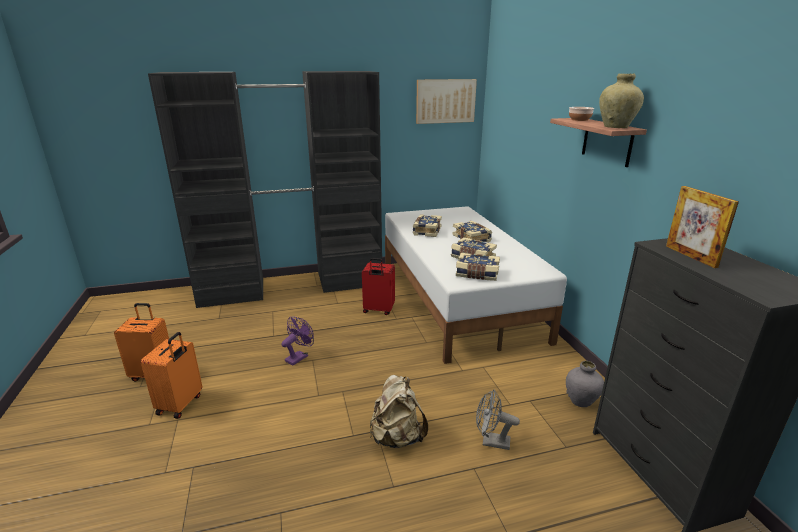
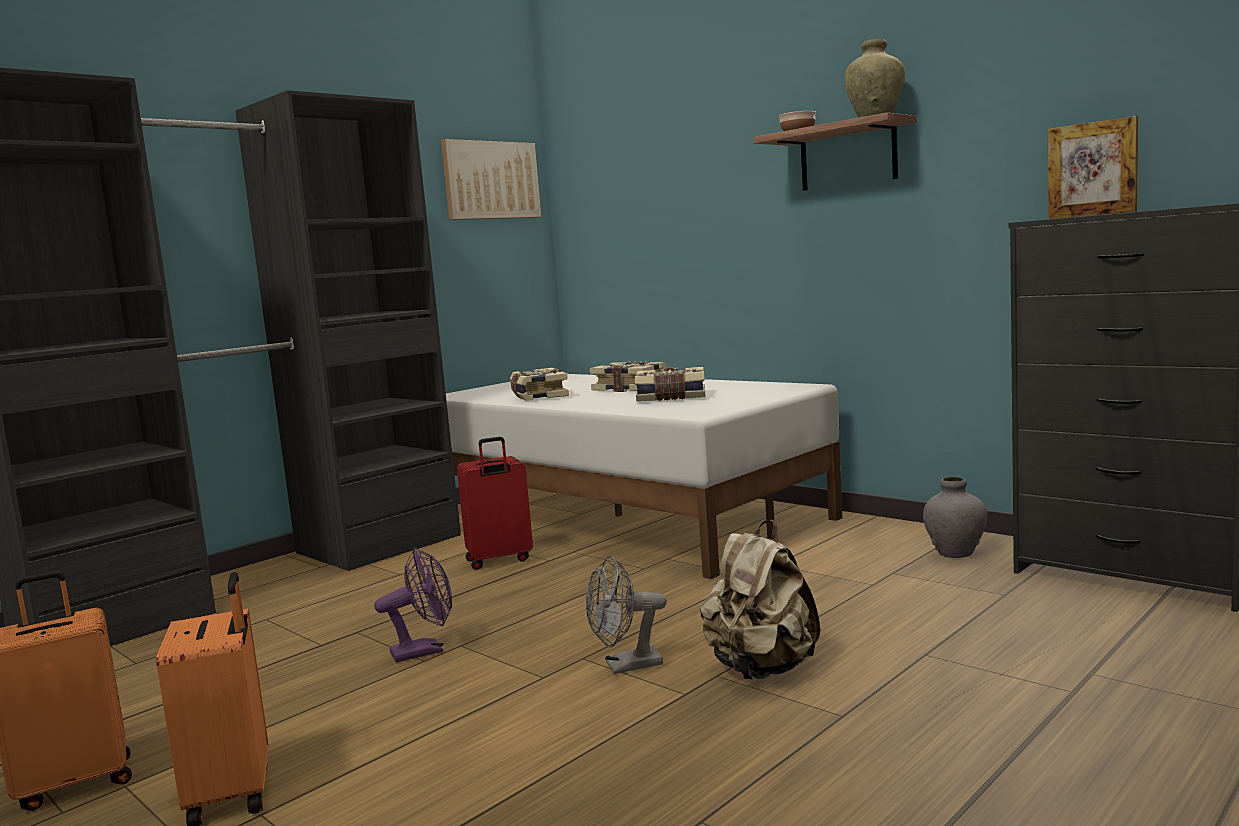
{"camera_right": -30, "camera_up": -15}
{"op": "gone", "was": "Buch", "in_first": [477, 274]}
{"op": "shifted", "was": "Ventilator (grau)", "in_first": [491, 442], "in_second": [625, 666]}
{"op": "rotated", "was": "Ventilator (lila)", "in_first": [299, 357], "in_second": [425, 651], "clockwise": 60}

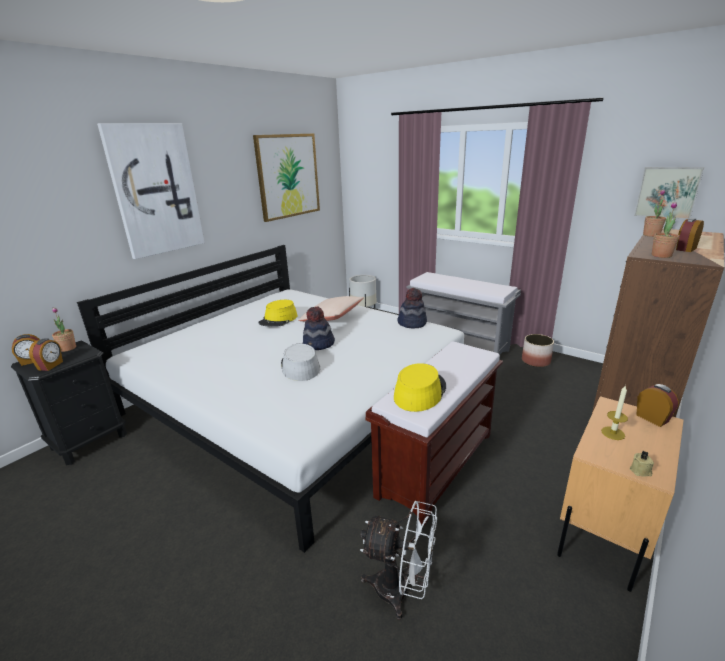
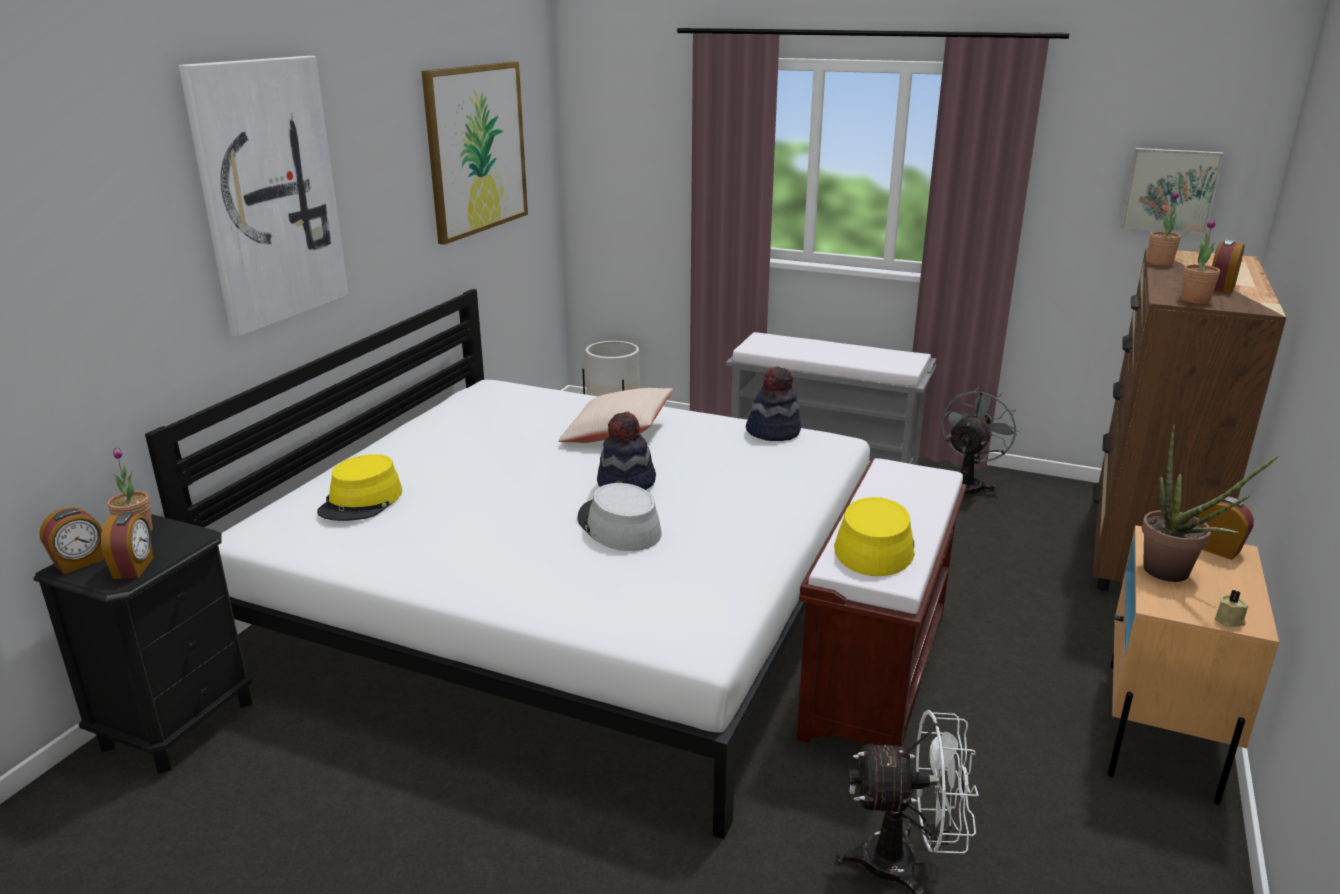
{"camera_right": -15, "camera_up": 0}
{"op": "shifted", "was": "Hut (gelb)", "in_first": [278, 319], "in_second": [361, 502]}
{"op": "swapped", "was": "Pflanzkübel", "now": "Ventilator (grau)", "in_first": [535, 361], "in_second": [968, 485]}
{"op": "swapped", "was": "Kerze", "now": "Topfpflanze", "in_first": [613, 433], "in_second": [1174, 575]}

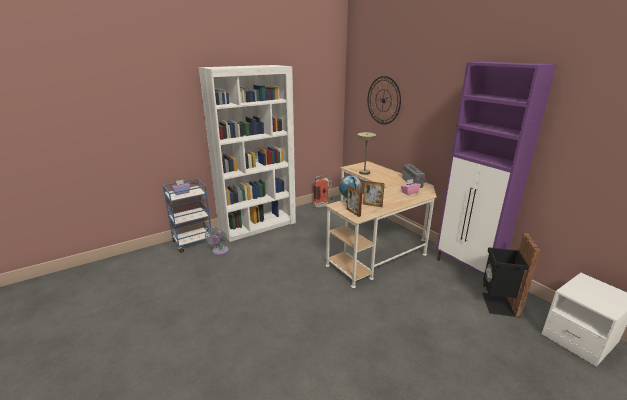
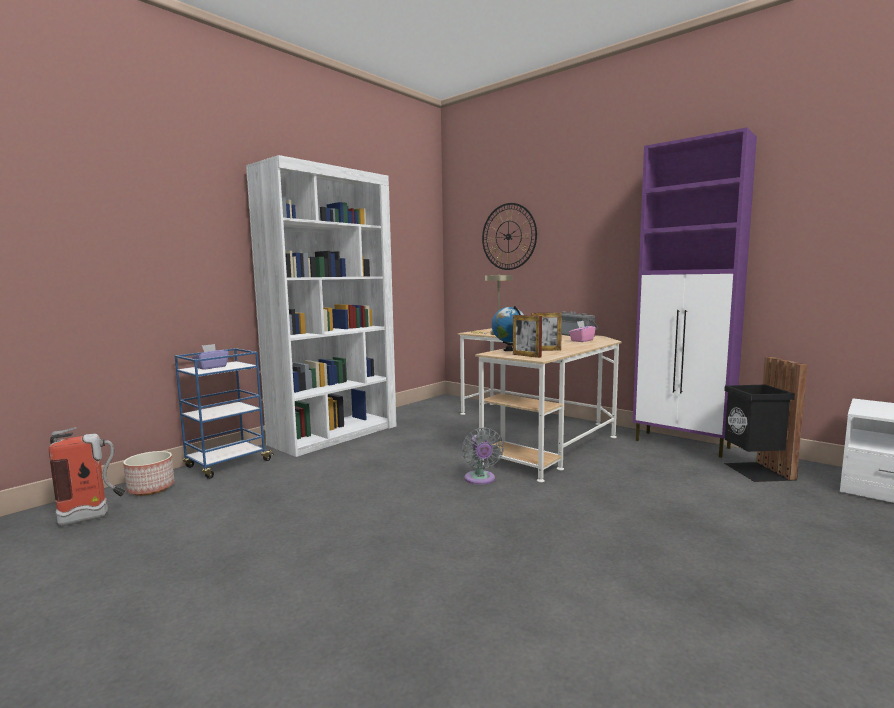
{"camera_right": -15, "camera_up": -15}
{"op": "new", "now": "Pflanzkübel", "in_second": [151, 488]}
{"op": "shifted", "was": "Ventilator (grau)", "in_first": [219, 251], "in_second": [480, 480]}
{"op": "shifted", "was": "Feuerlöscher", "in_first": [323, 206], "in_second": [94, 516]}

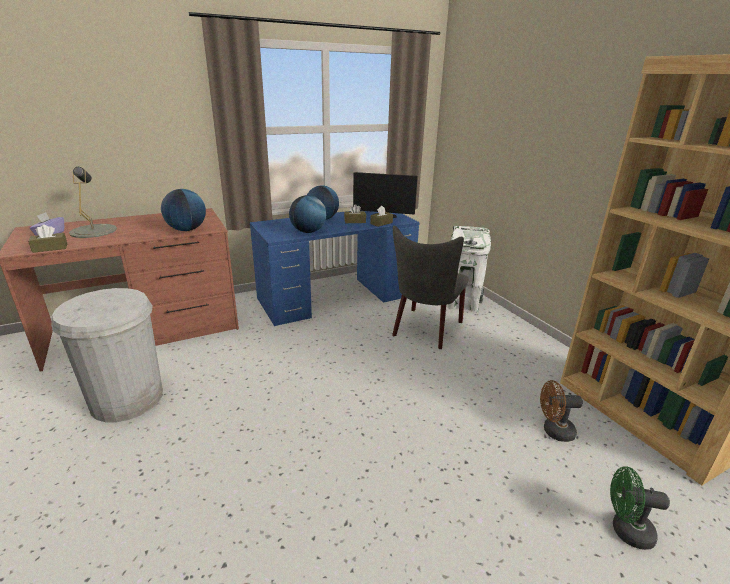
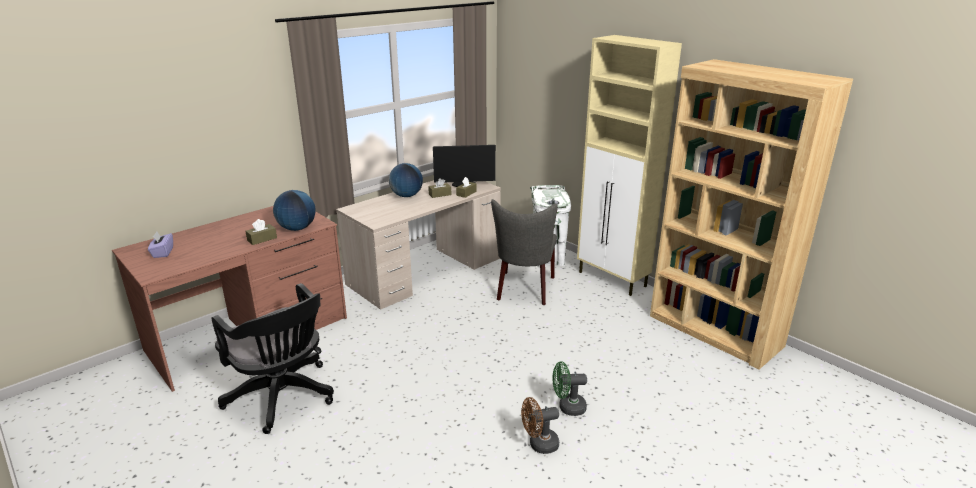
{"camera_right": -15, "camera_up": 0}
{"op": "gone", "was": "Tischlampe (grau)", "in_first": [93, 231]}
{"op": "gone", "was": "Globus", "in_first": [308, 232]}
{"op": "new", "now": "Schrank (beige)", "in_second": [612, 279]}
{"op": "shifted", "was": "Taschentuchbox (braun)", "in_first": [50, 248], "in_second": [262, 239]}
{"op": "shifted", "was": "Ventilator (braun)", "in_first": [553, 431], "in_second": [539, 445]}
{"op": "shifted", "was": "Ventilator (grün)", "in_first": [625, 530], "in_second": [567, 407]}
{"op": "swapped", "was": "Mülleimer (weiß)", "now": "Bürostuhl (schwarz)", "in_first": [127, 399], "in_second": [283, 398]}
{"op": "repainted", "was": "Schreibtisch (blau)", "now": "Schreibtisch (beige)", "in_first": [337, 297], "in_second": [426, 271]}

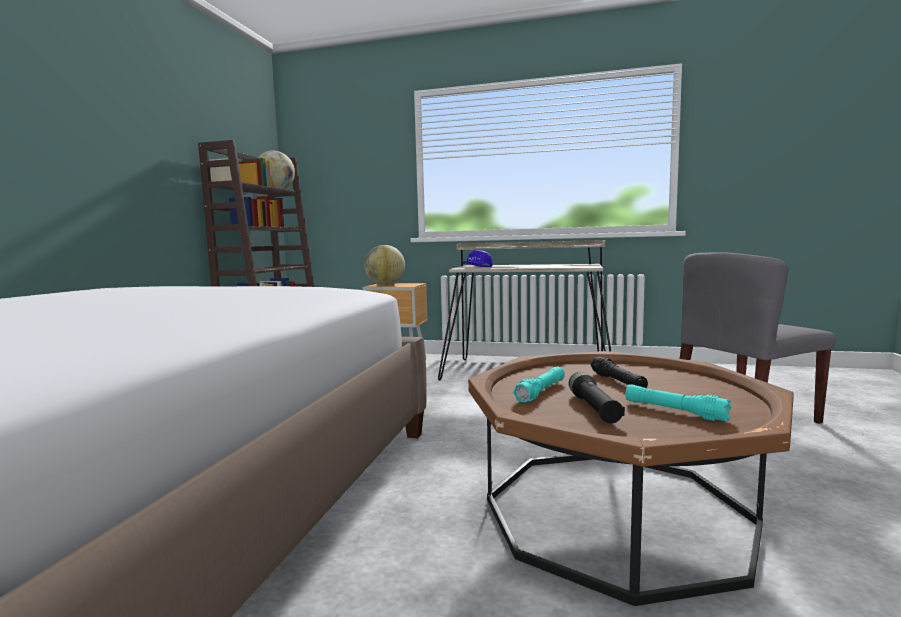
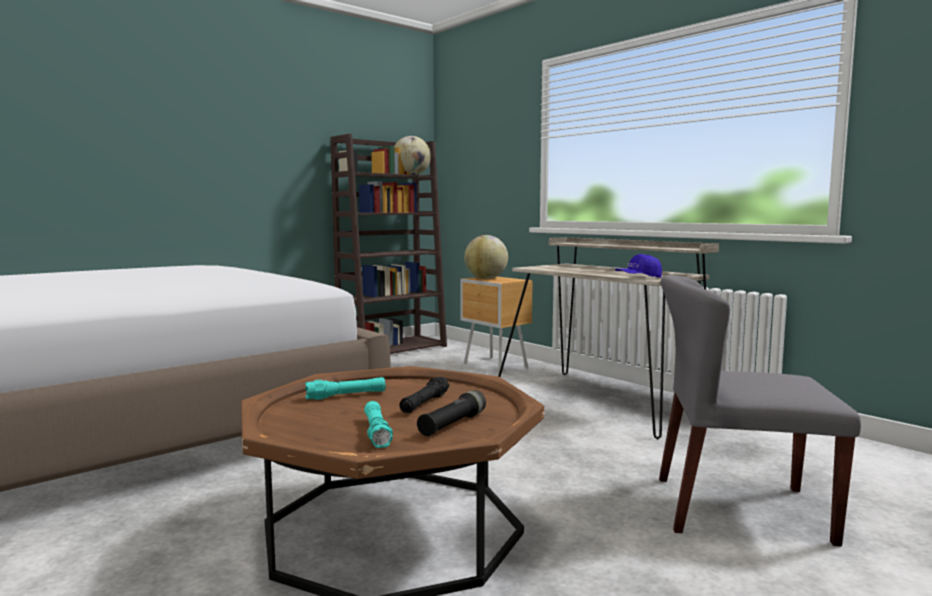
{"camera_right": 35, "camera_up": 0}
{"op": "shifted", "was": "Kappe (blau)", "in_first": [477, 268], "in_second": [638, 278]}
{"op": "shifted", "was": "Taschenlampe (schwarz)", "in_first": [593, 408], "in_second": [452, 425]}

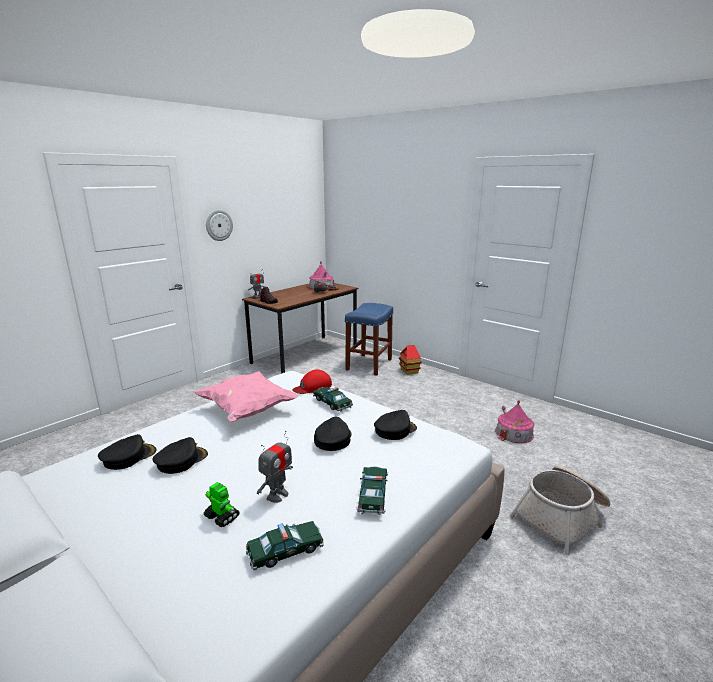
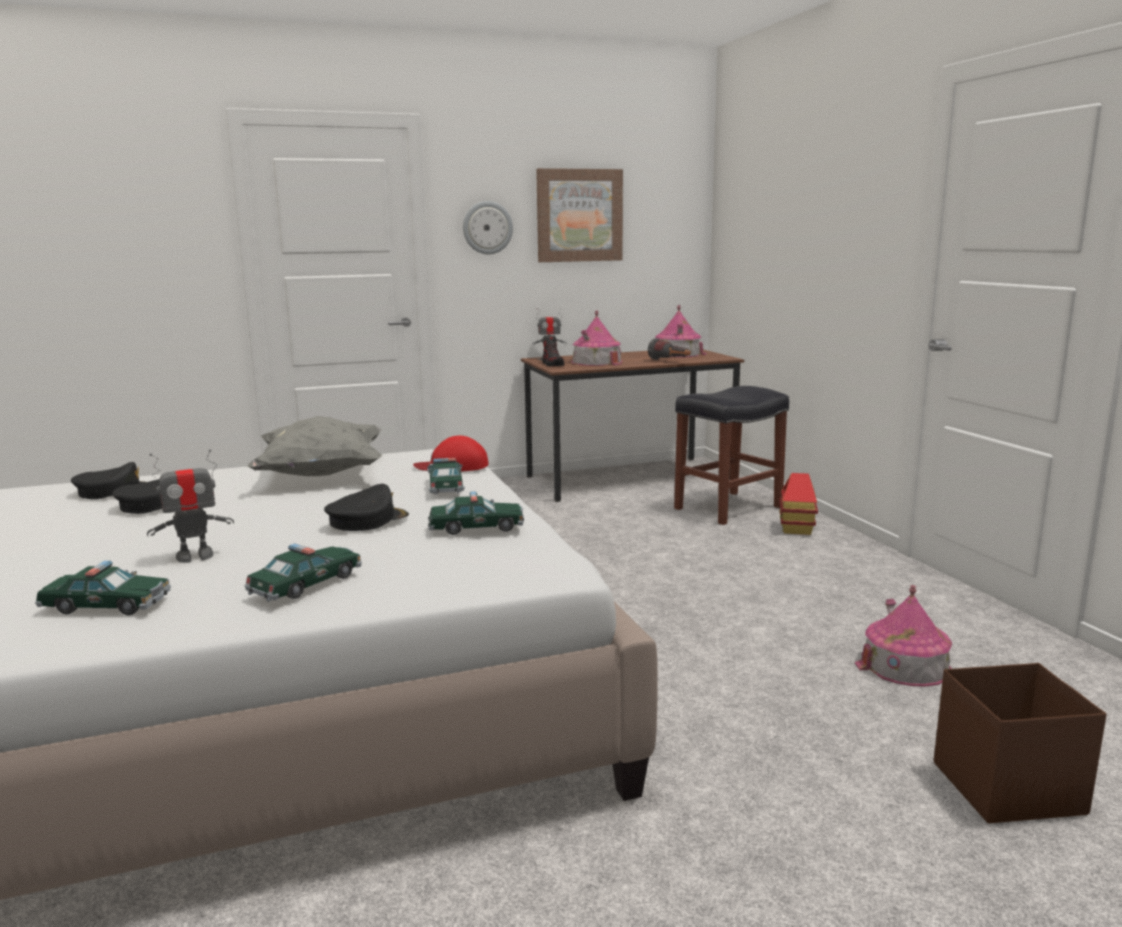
{"camera_right": 30, "camera_up": -5}
{"op": "gone", "was": "Spielzeugroboter", "in_first": [221, 517]}
{"op": "gone", "was": "Korb", "in_first": [561, 517]}
{"op": "new", "now": "Bild", "in_second": [579, 215]}
{"op": "new", "now": "Spielzeughaus", "in_second": [596, 362]}
{"op": "new", "now": "Aufbewahrungsbox (braun)", "in_second": [1005, 788]}
{"op": "swapped", "was": "Kappe (schwarz)", "now": "Spielzeugauto", "in_first": [394, 430], "in_second": [476, 527]}
{"op": "repainted", "was": "Kissen (rosa)", "now": "Kissen (grau)", "in_first": [248, 410], "in_second": [321, 475]}
{"op": "repainted", "was": "Hocker (blau)", "now": "Hocker (schwarz)", "in_first": [369, 365], "in_second": [727, 508]}

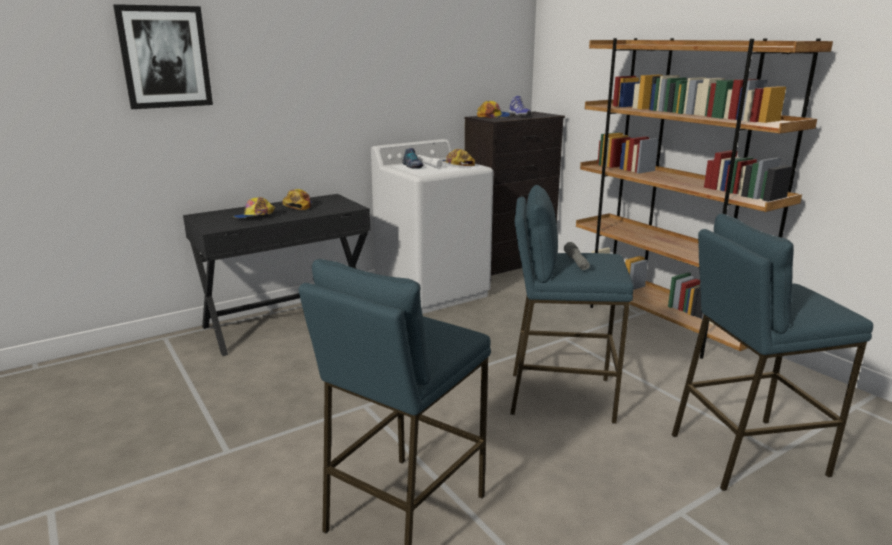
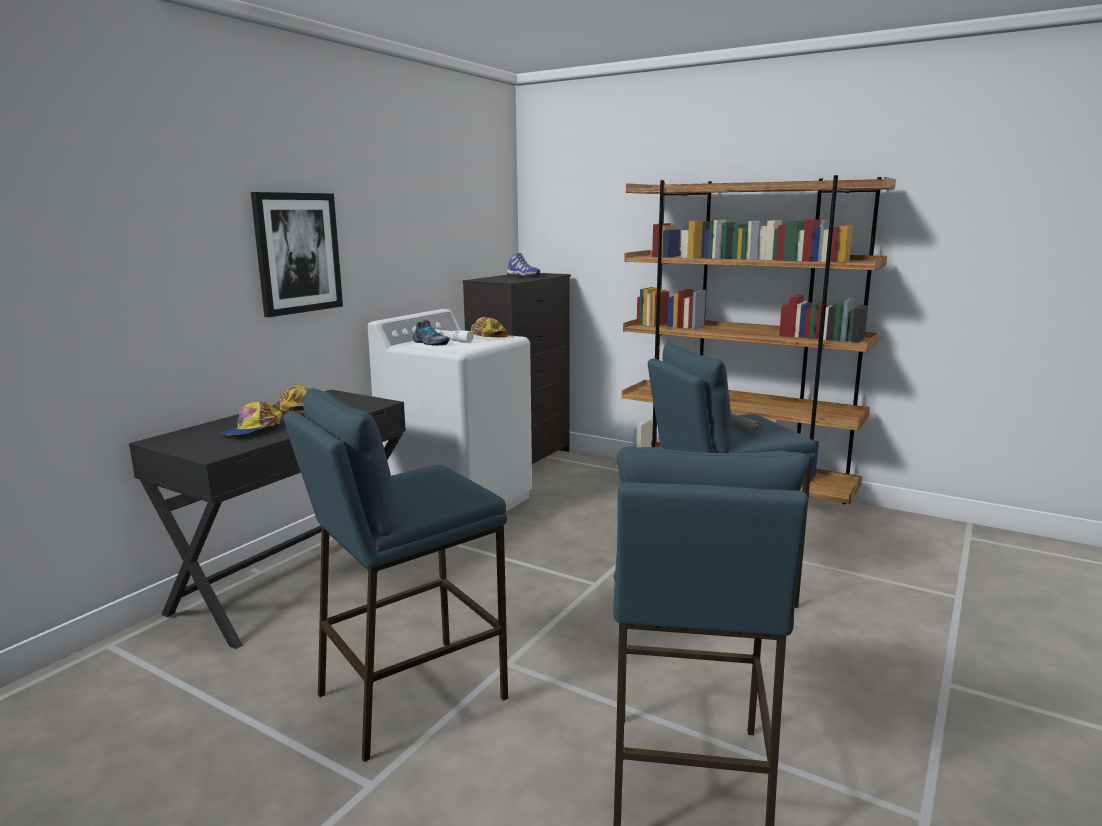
{"camera_right": -25, "camera_up": -5}
{"op": "gone", "was": "Kappe", "in_first": [493, 116]}
{"op": "shifted", "was": "Bild", "in_first": [165, 57], "in_second": [297, 253]}
{"op": "shifted", "was": "Hocker (blau)", "in_first": [745, 453], "in_second": [410, 695]}

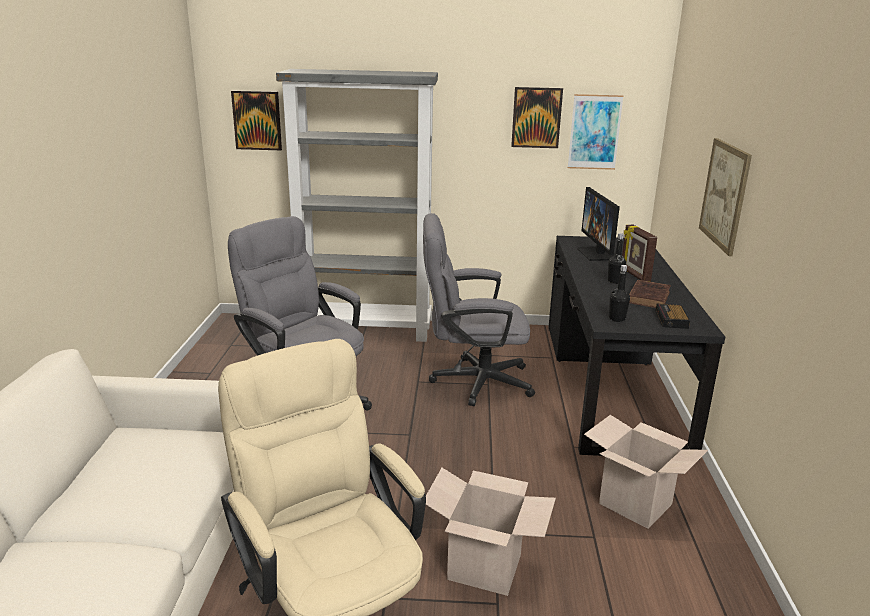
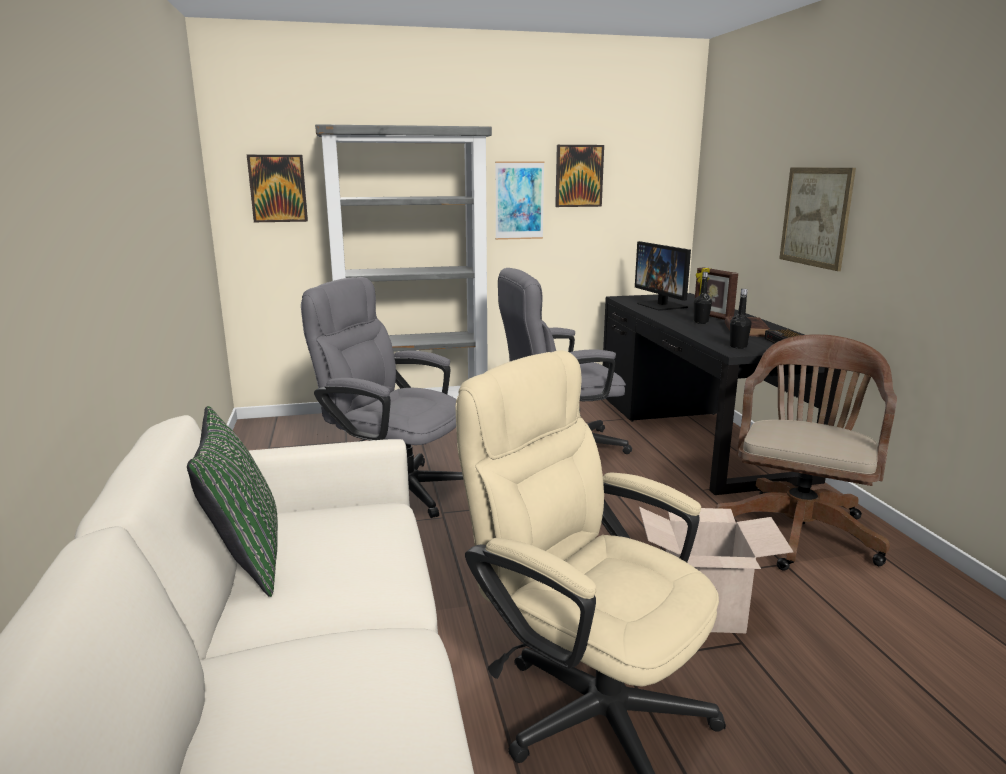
{"camera_right": -15, "camera_up": -5}
{"op": "new", "now": "Kissen (grün)", "in_second": [246, 558]}
{"op": "shifted", "was": "Bild", "in_first": [594, 132], "in_second": [519, 200]}
{"op": "swapped", "was": "Karton", "now": "Bürostuhl (braun)", "in_first": [635, 504], "in_second": [798, 529]}

